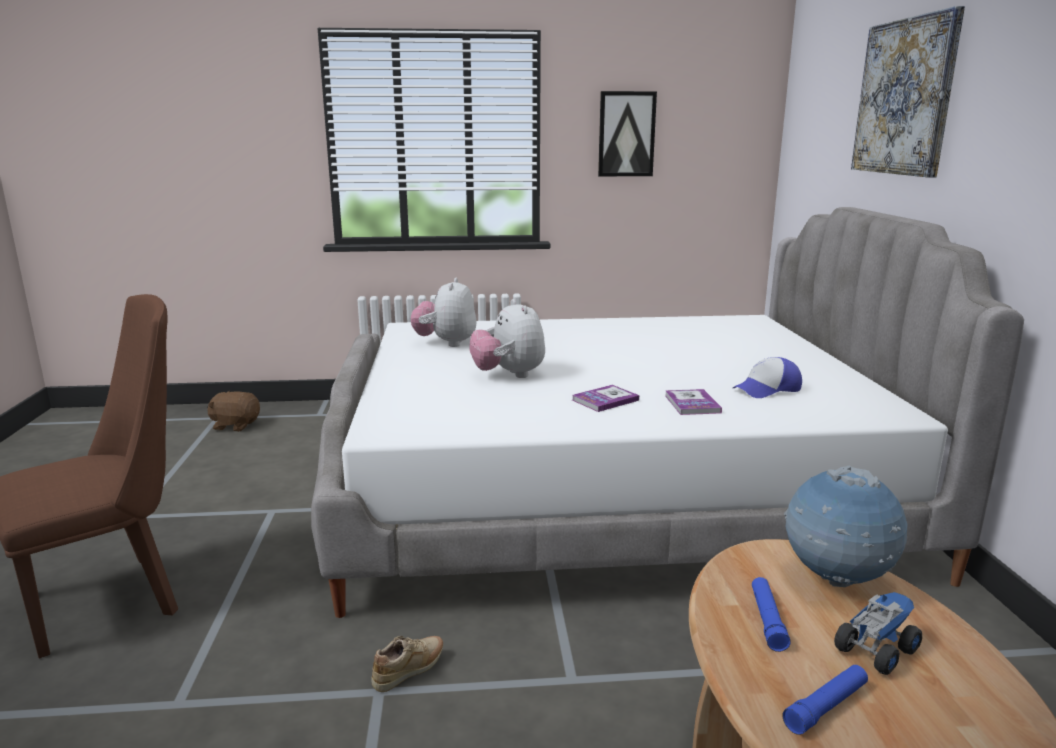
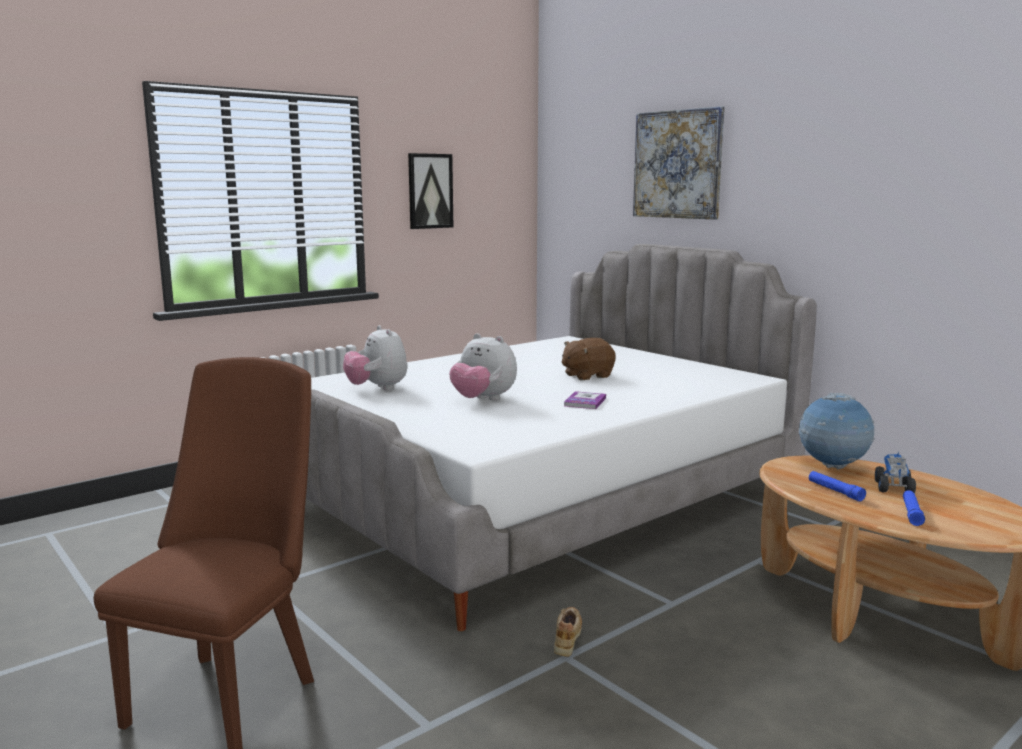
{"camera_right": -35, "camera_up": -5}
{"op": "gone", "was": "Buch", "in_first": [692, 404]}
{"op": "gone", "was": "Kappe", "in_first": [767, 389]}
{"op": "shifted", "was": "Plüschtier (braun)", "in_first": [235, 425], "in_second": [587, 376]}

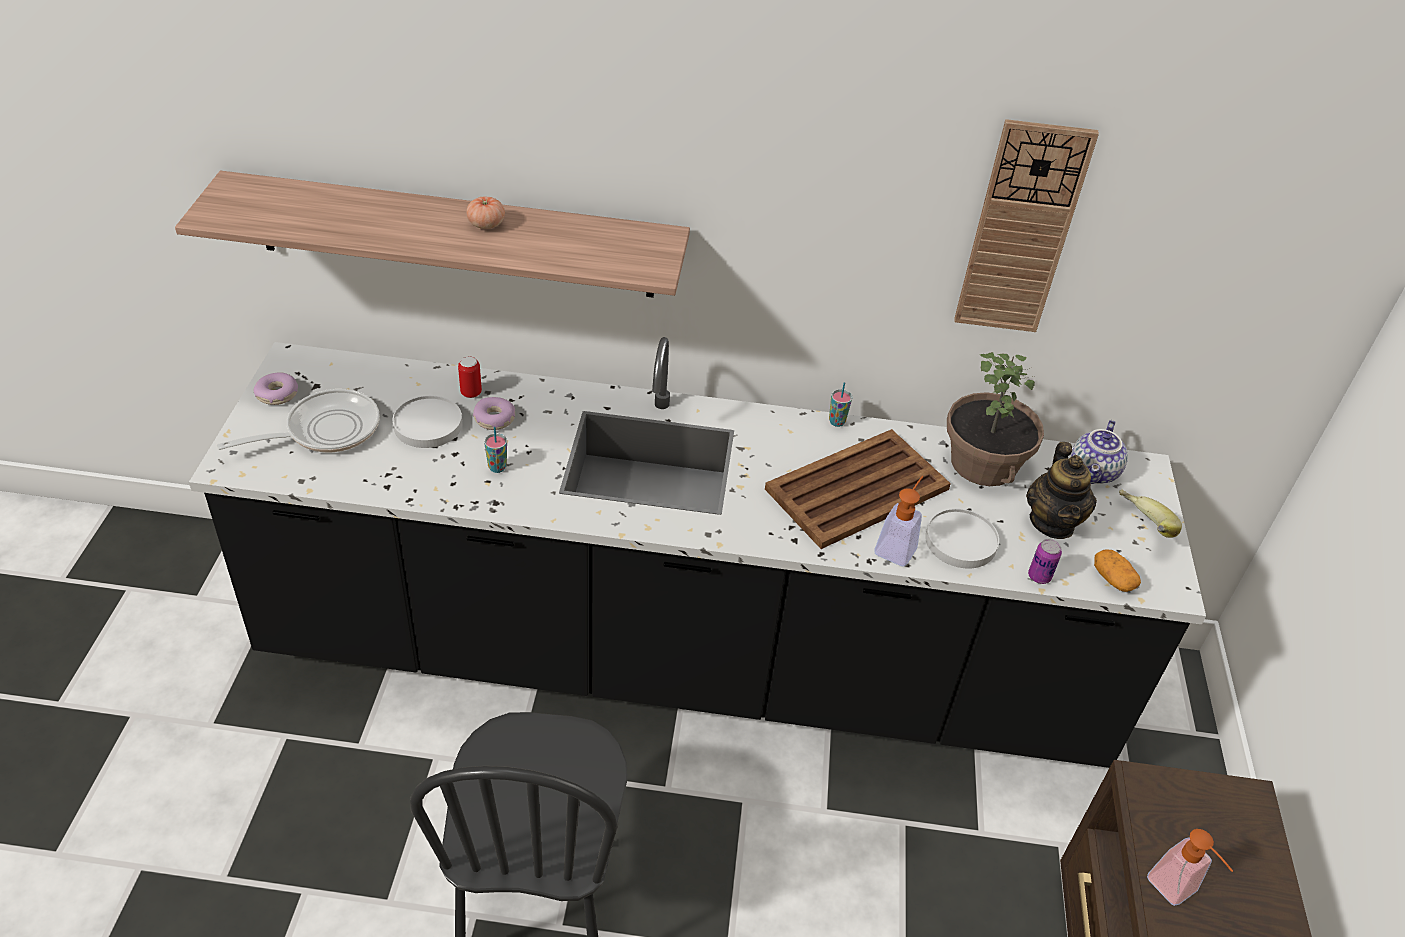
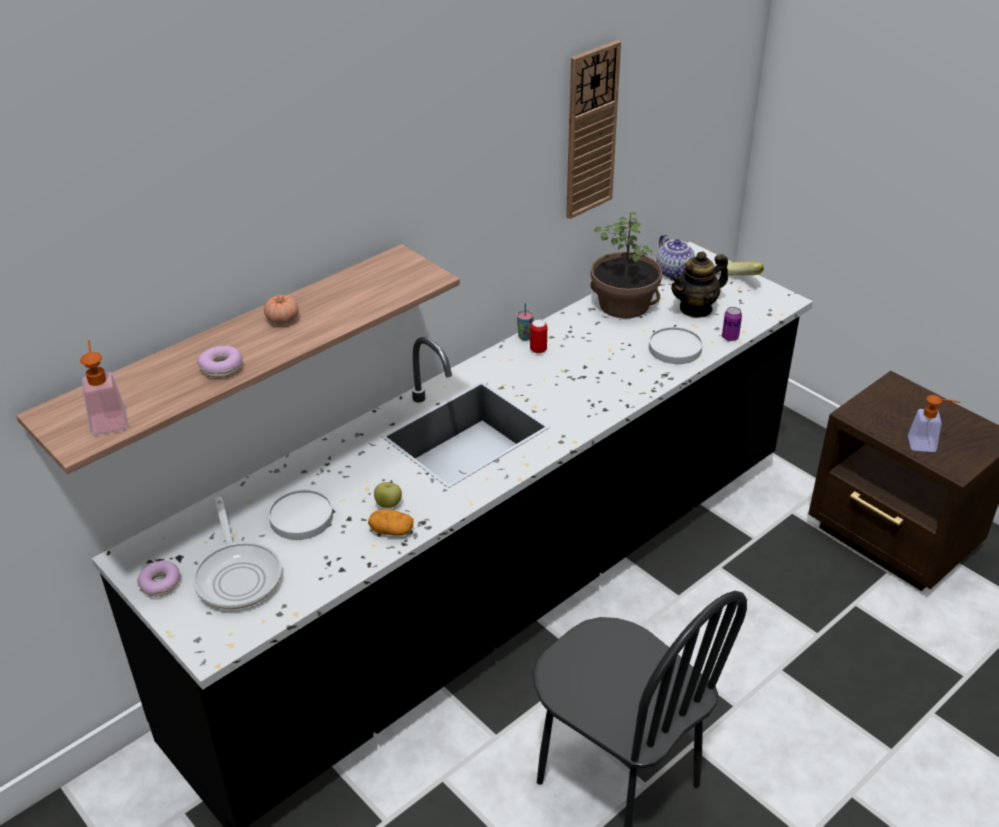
{"camera_right": -45, "camera_up": -5}
{"op": "gone", "was": "Tablett (braun)", "in_first": [855, 489]}
{"op": "shifted", "was": "Dose", "in_first": [471, 393], "in_second": [538, 350]}
{"op": "shifted", "was": "Donut", "in_first": [494, 419], "in_second": [222, 368]}
{"op": "shifted", "was": "Seifenspender", "in_first": [898, 546], "in_second": [108, 418]}
{"op": "shifted", "was": "Kartoffel", "in_first": [1112, 579], "in_second": [391, 531]}
{"op": "swapped", "was": "Tasse", "now": "Apfel", "in_first": [497, 467], "in_second": [388, 504]}
{"op": "rotated", "was": "Pfanne", "in_first": [325, 430], "in_second": [238, 575], "clockwise": 150}
{"op": "rotated", "was": "Teekanne", "in_first": [1052, 522], "in_second": [696, 308], "clockwise": 105}

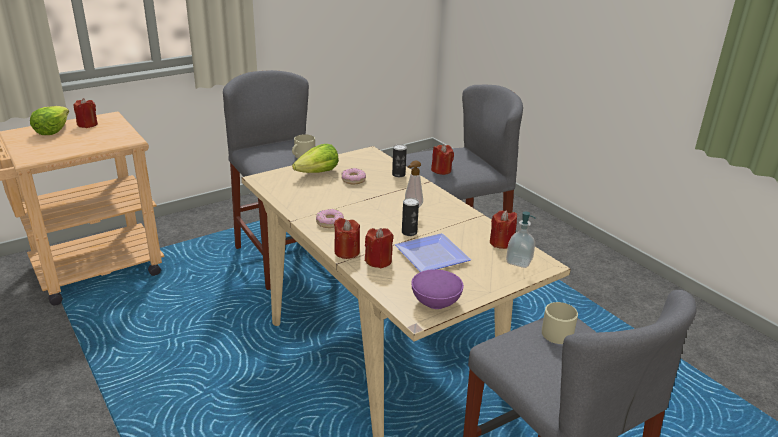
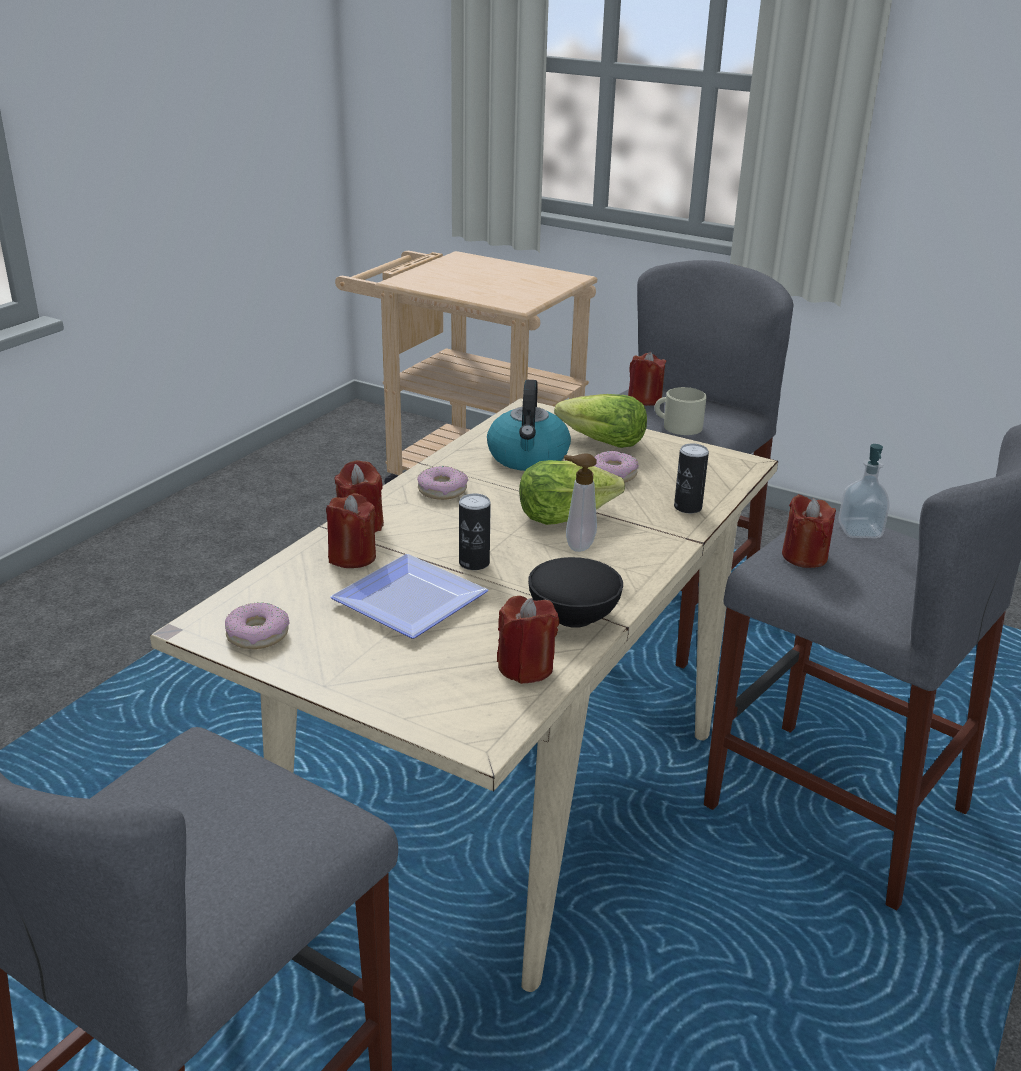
{"camera_right": 65, "camera_up": 0}
{"op": "gone", "was": "Henkelbecher (beige)", "in_first": [557, 331]}
{"op": "new", "now": "Wasserkessel", "in_second": [528, 458]}
{"op": "new", "now": "Schüssel (schwarz)", "in_second": [574, 616]}
{"op": "shifted", "was": "Salatkopf", "in_first": [52, 130], "in_second": [564, 515]}
{"op": "shifted", "was": "Kerze (rot)", "in_first": [87, 124], "in_second": [644, 399]}
{"op": "shifted", "was": "Seifenspender", "in_first": [519, 261], "in_second": [859, 531]}
{"op": "swapped", "was": "Schüssel (lila)", "now": "Donut", "in_first": [436, 301], "in_second": [258, 634]}

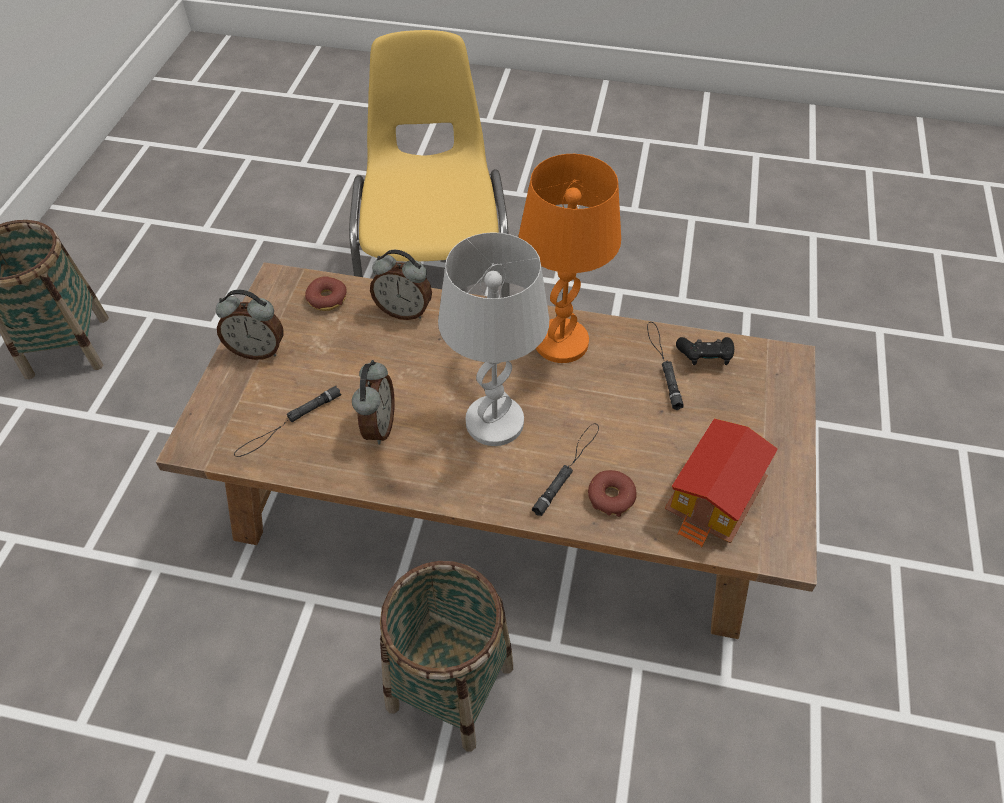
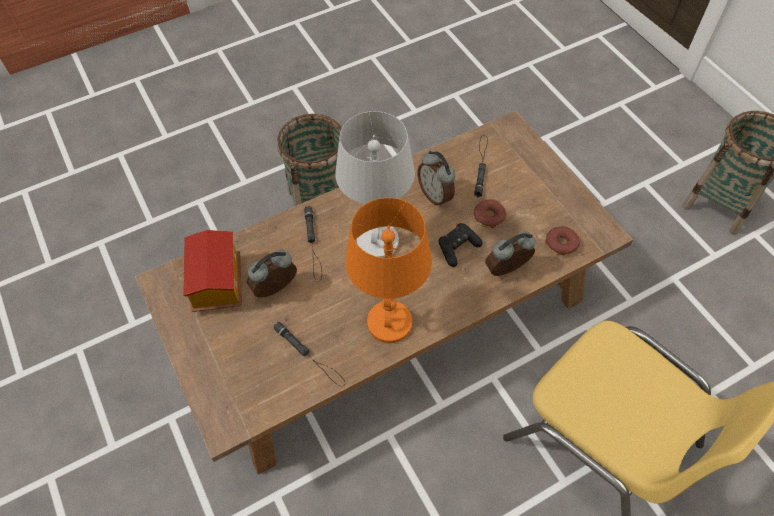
{"camera_right": 140, "camera_up": 5}
{"op": "shifted", "was": "Wecker", "in_first": [258, 350], "in_second": [276, 290]}
{"op": "shifted", "was": "Donut", "in_first": [611, 497], "in_second": [489, 217]}
{"op": "shifted", "was": "Gamepad (schwarz)", "in_first": [705, 357], "in_second": [457, 248]}

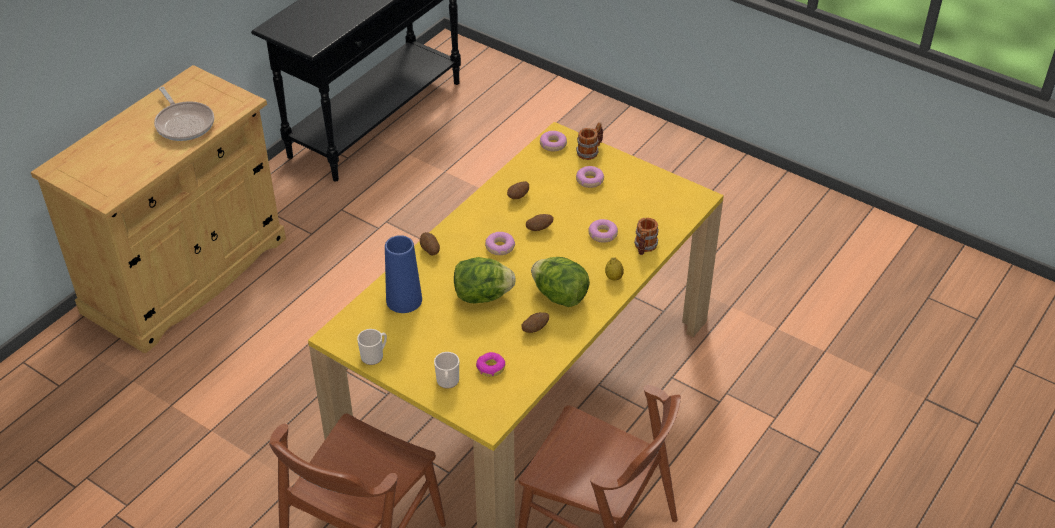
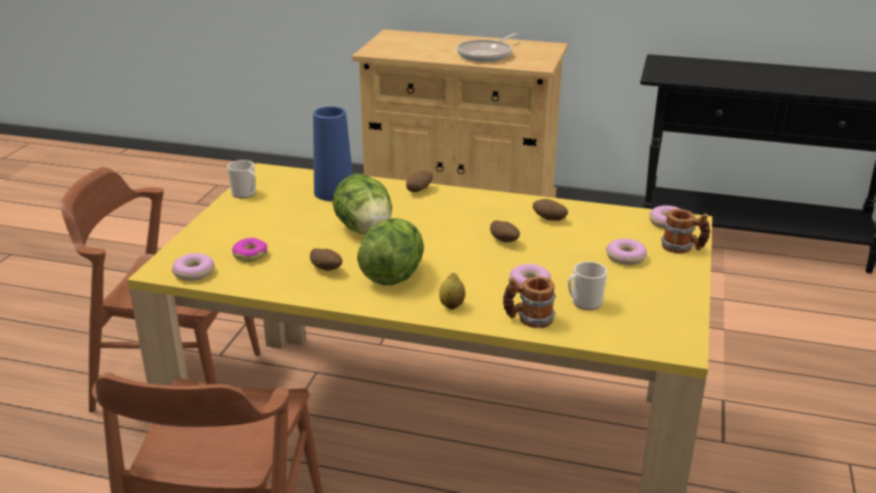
{"camera_right": 70, "camera_up": -15}
{"op": "shifted", "was": "Henkelbecher", "in_first": [447, 382], "in_second": [584, 303]}
{"op": "shifted", "was": "Donut", "in_first": [500, 247], "in_second": [194, 272]}

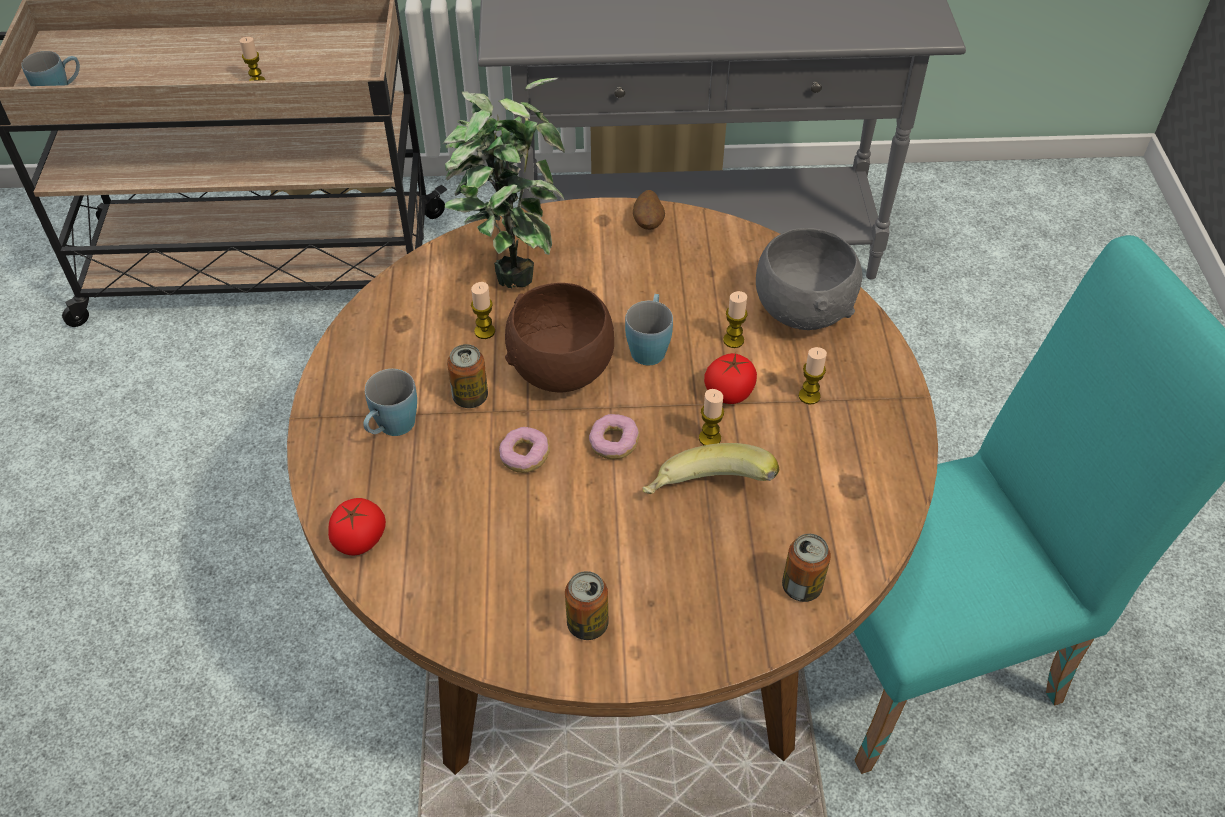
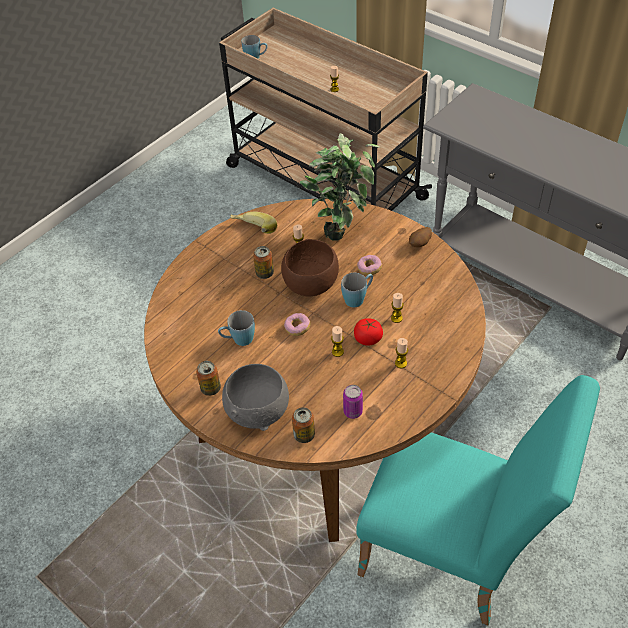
{"camera_right": 45, "camera_up": 0}
{"op": "gone", "was": "Tomate", "in_first": [360, 540]}
{"op": "new", "now": "Dose", "in_second": [353, 411]}
{"op": "shifted", "was": "Henkelbecher (blau)", "in_first": [391, 429], "in_second": [238, 340]}
{"op": "shifted", "was": "Donut", "in_first": [525, 457], "in_second": [369, 269]}
{"op": "shifted", "was": "Banane", "in_first": [707, 496], "in_second": [253, 233]}
{"op": "shifted", "was": "Schüssel (grau)", "in_first": [802, 310], "in_second": [259, 411]}

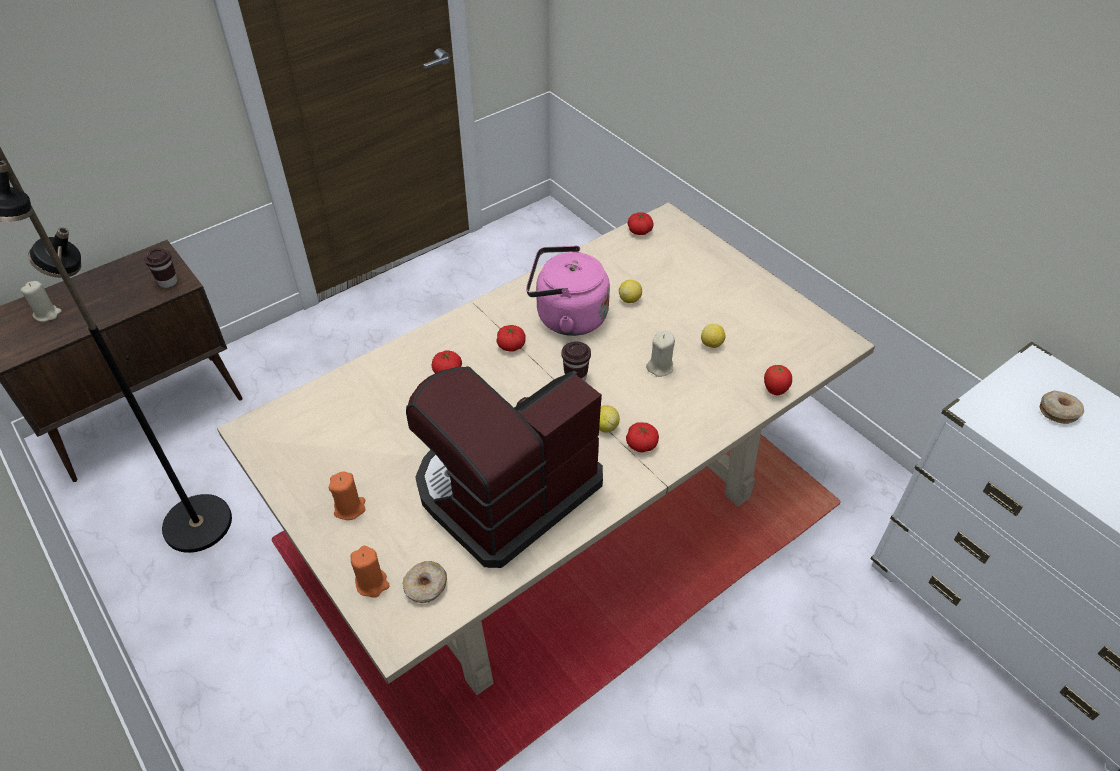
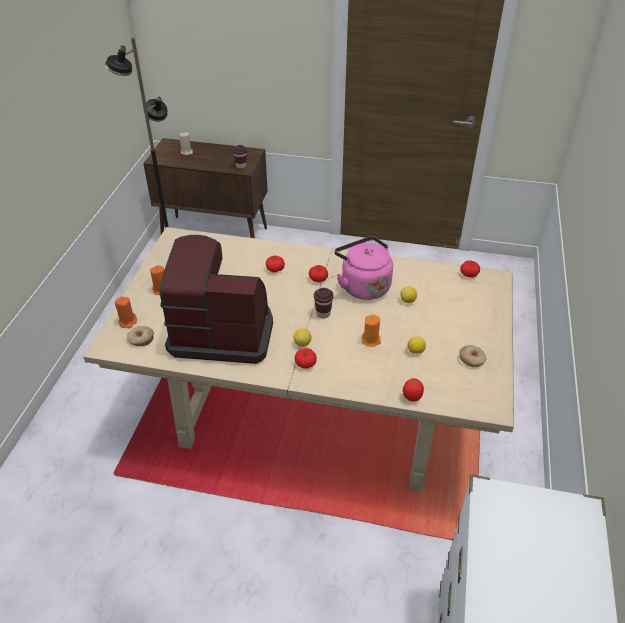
{"camera_right": 50, "camera_up": -5}
{"op": "shifted", "was": "Donut", "in_first": [1058, 411], "in_second": [472, 359]}
{"op": "repainted", "was": "Kerze (beige)", "now": "Kerze (orange)", "in_first": [660, 367], "in_second": [371, 340]}

